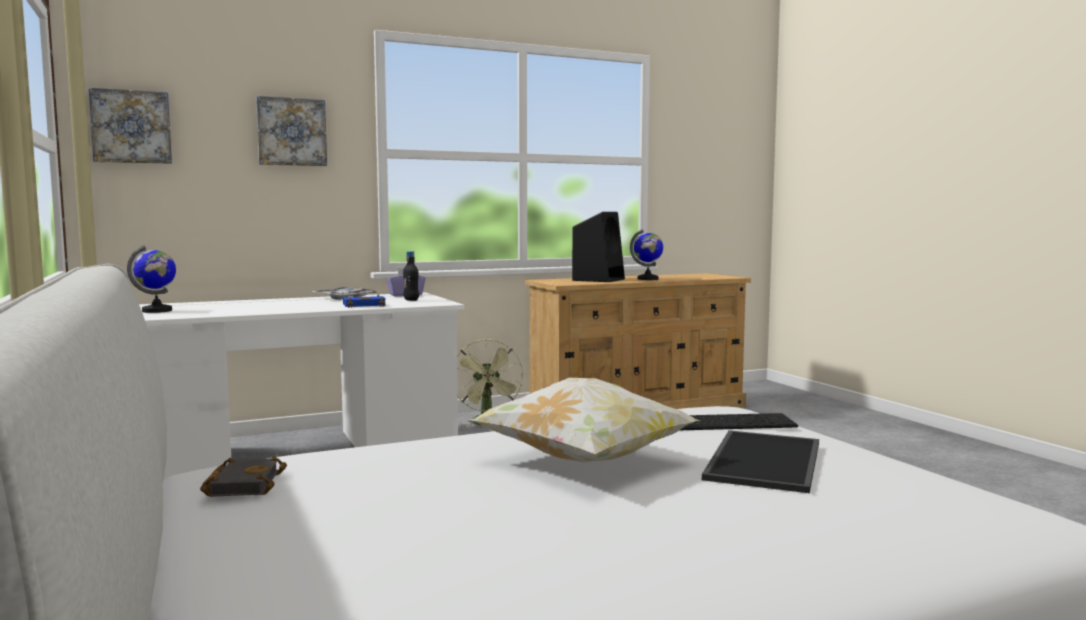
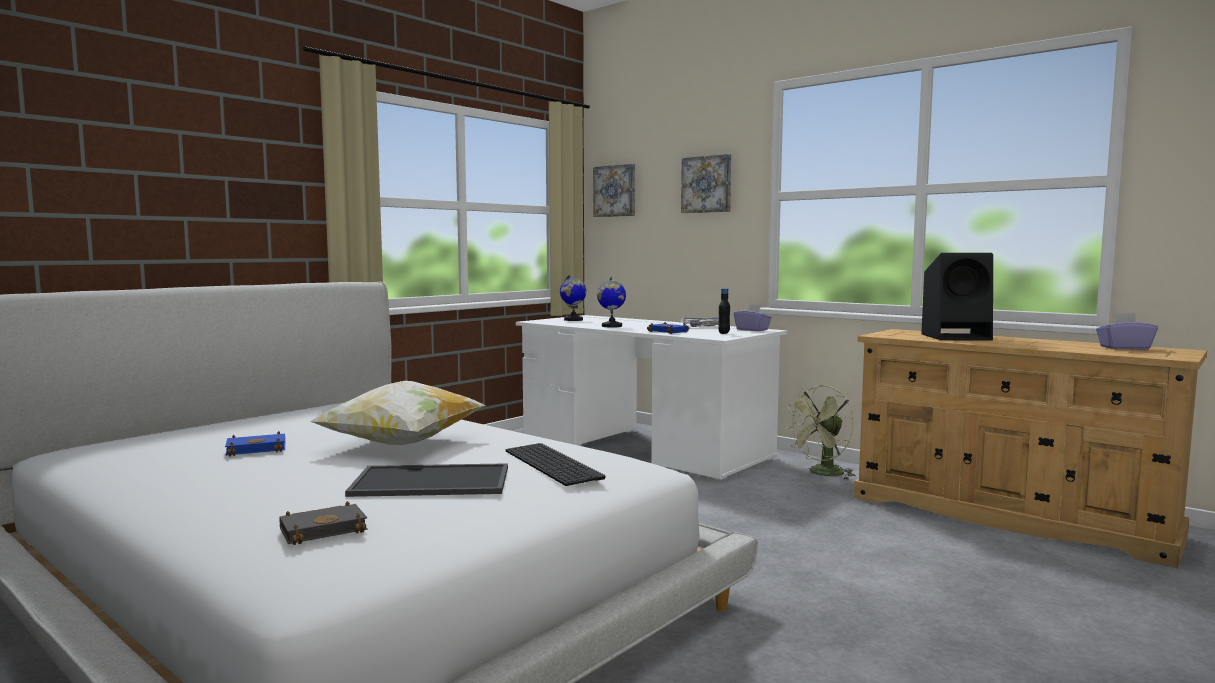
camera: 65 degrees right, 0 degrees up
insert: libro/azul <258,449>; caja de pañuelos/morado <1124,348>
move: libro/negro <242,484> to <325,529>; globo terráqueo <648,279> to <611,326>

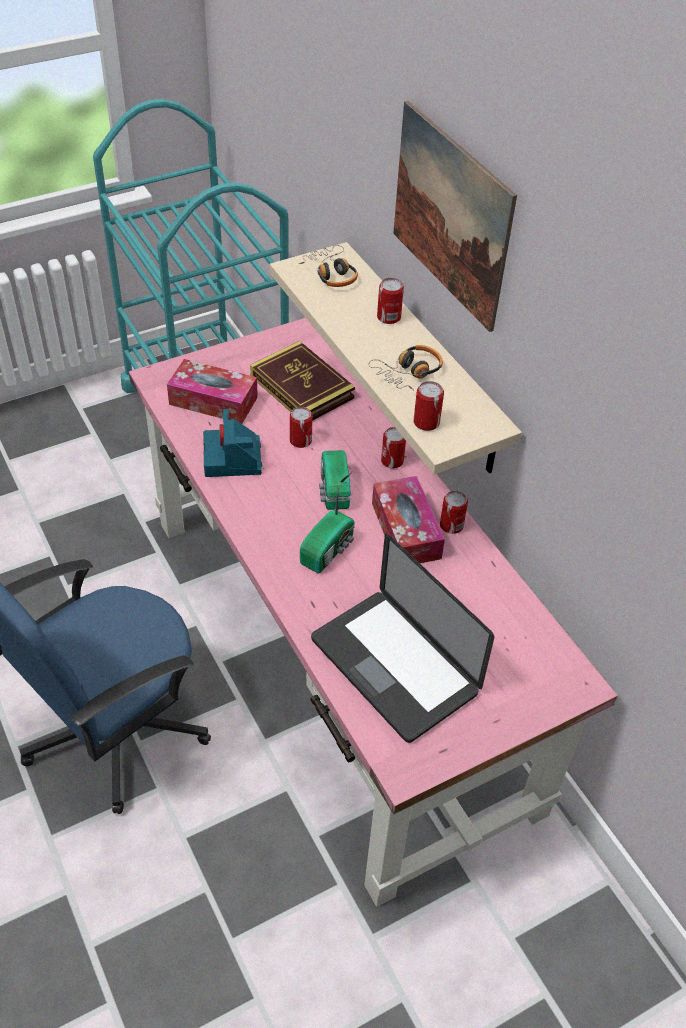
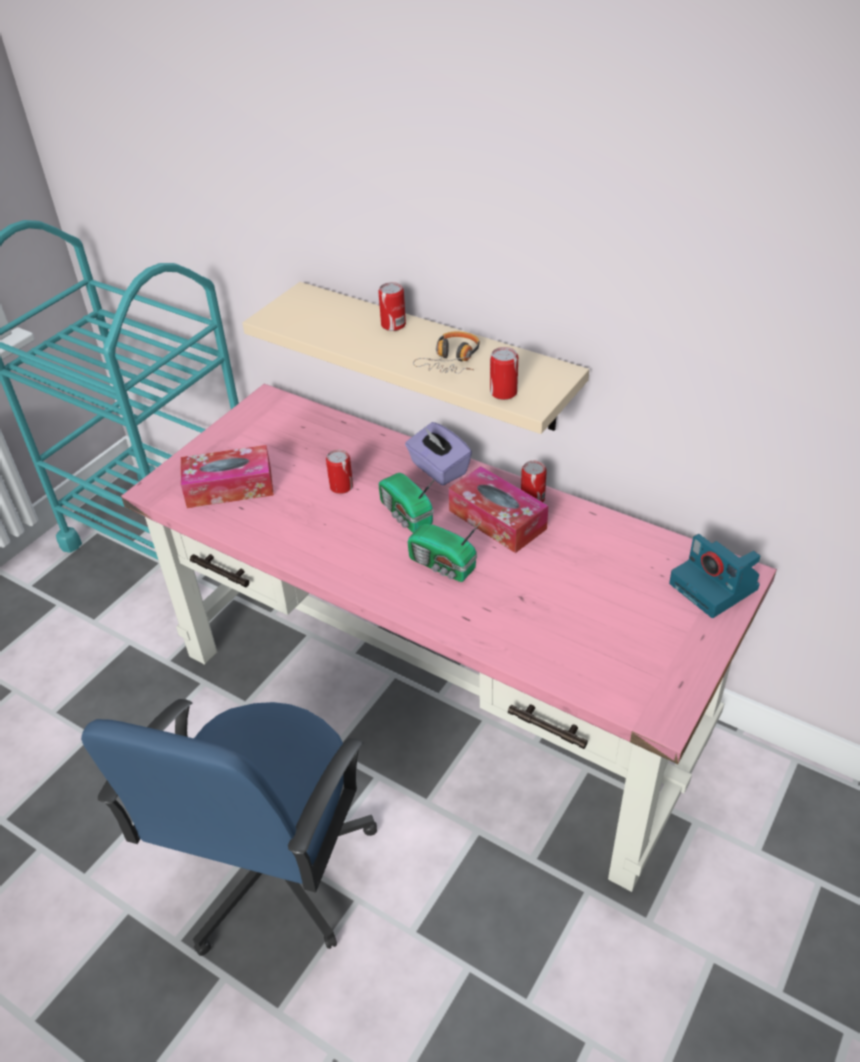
camera: 25 degrees left, 5 degrees down
delete: libro <302,387>; auriculares <331,273>; portátil <394,666>; cuadro <450,215>
move: cámara <233,459> to <715,587>
replace: lata <392,461> to caja de pañuelos/morado <438,469>
rotate: radio <329,549> = <443,565> 120 degrees clockwise

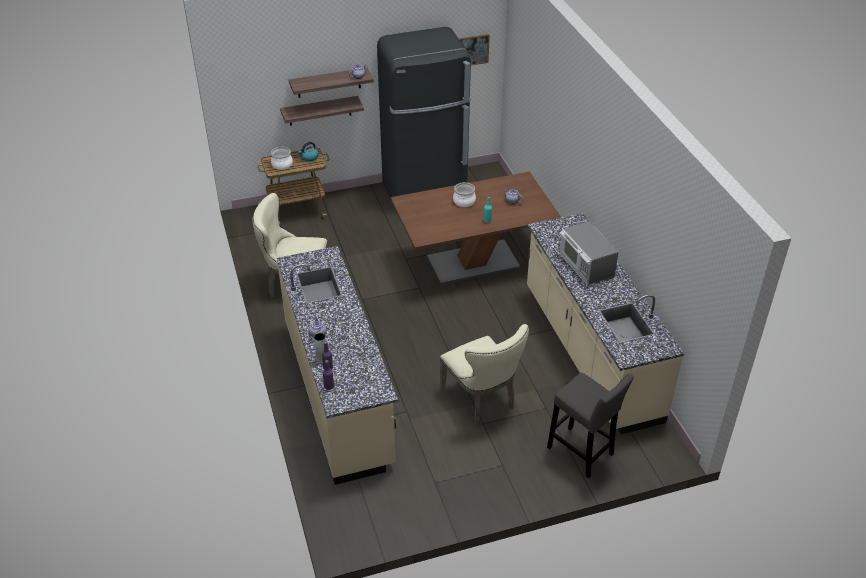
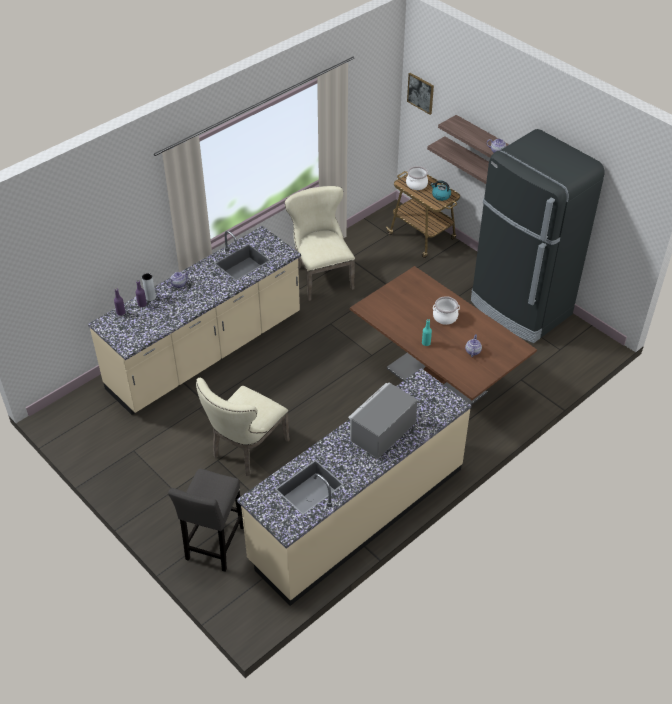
camera: 65 degrees right, 5 degrees up
move: cuadro <473,50> to <421,93>

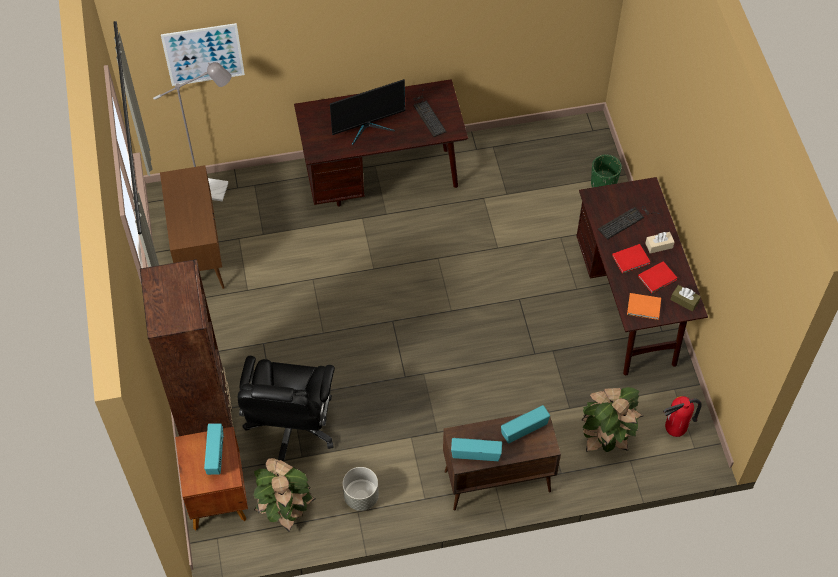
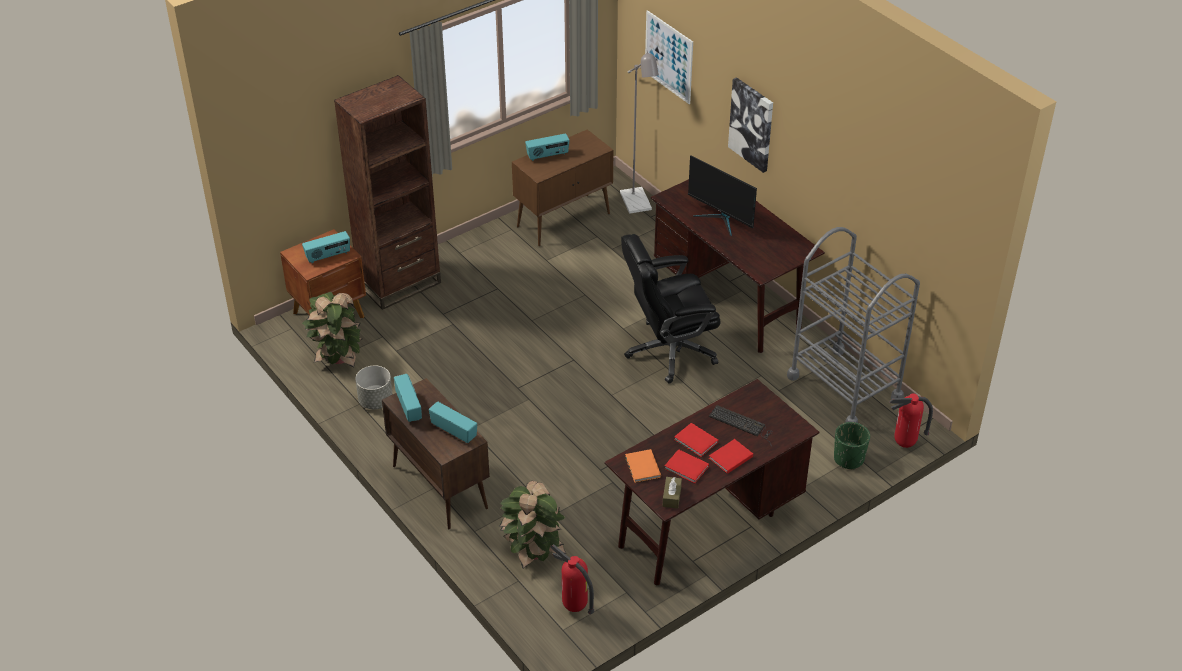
camera: 65 degrees right, 15 degrees down
delete: teclado <428,114>
insert: radio <547,155>; cuadro <752,124>; carrito/gris <844,387>; extintor <904,444>
move: silla de oficina/negro <291,428> to <669,351>
replace: caja de pañuelos/beis <659,245> to libro/rojo <729,457>

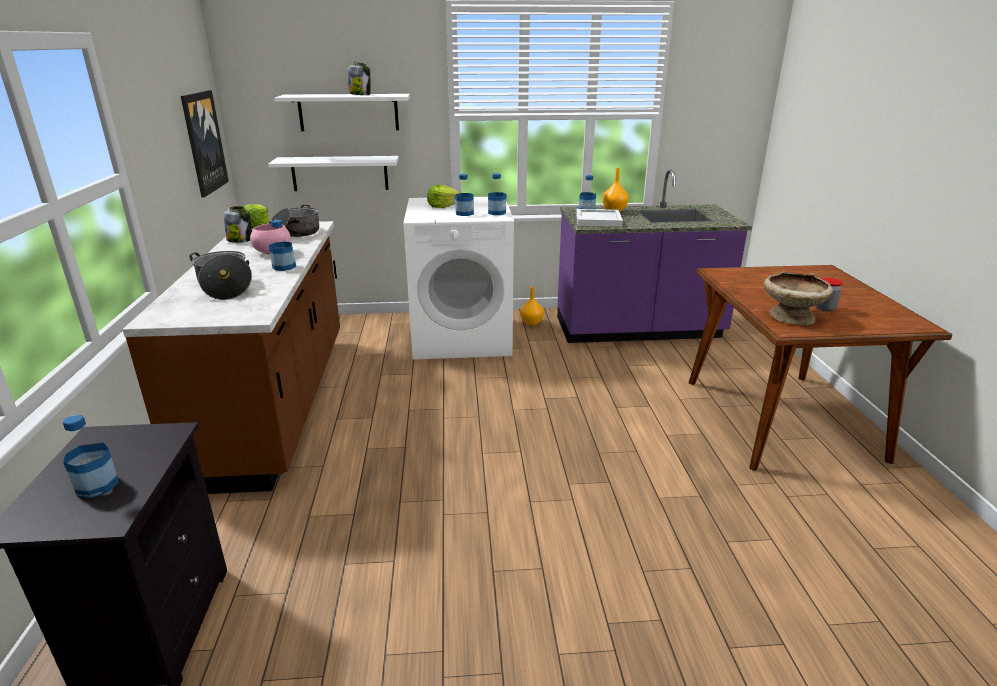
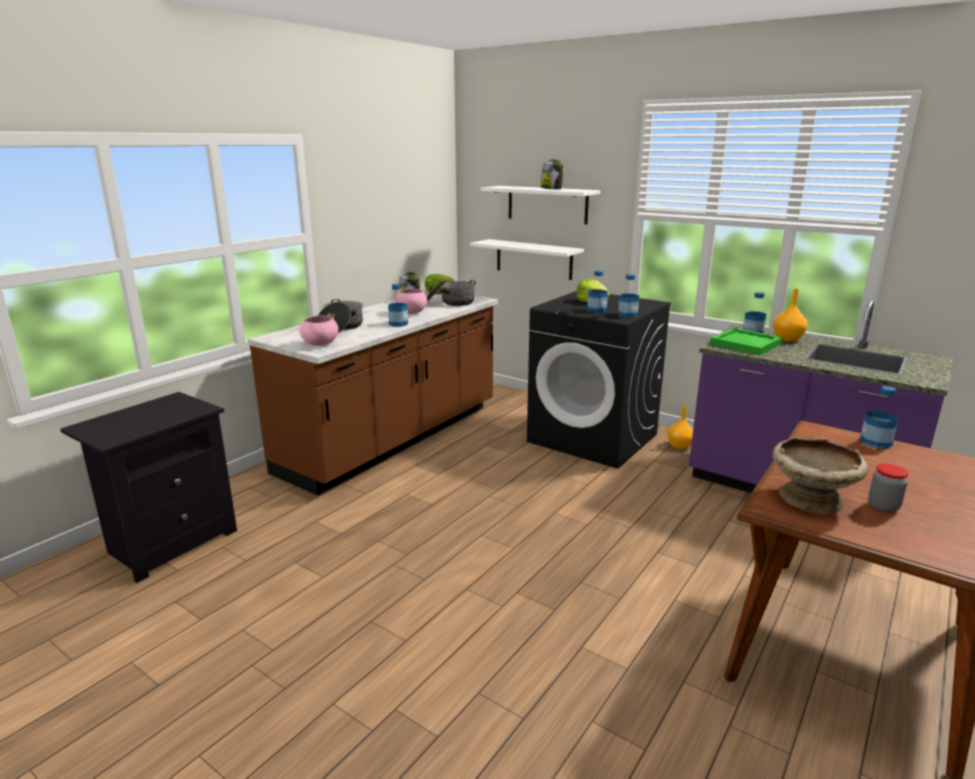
camera: 40 degrees right, 5 degrees down
delete: cuadro <203,142>
insert: cuenco/rosa <320,344>
move: botella <97,485> to <875,442>
recolor: lavadora/blanco <462,337> to lavadora/negro <593,438>; bandeja/blanco <599,220> to bandeja/verde <746,344>

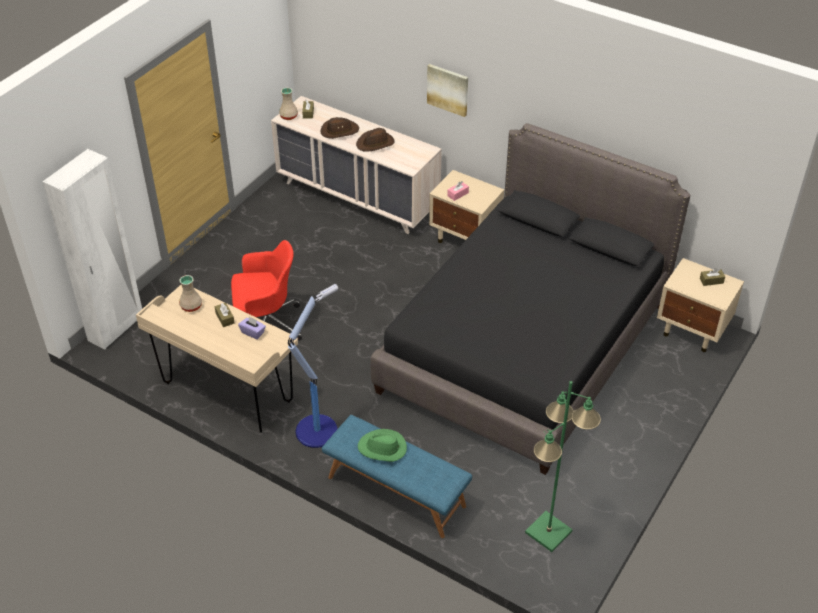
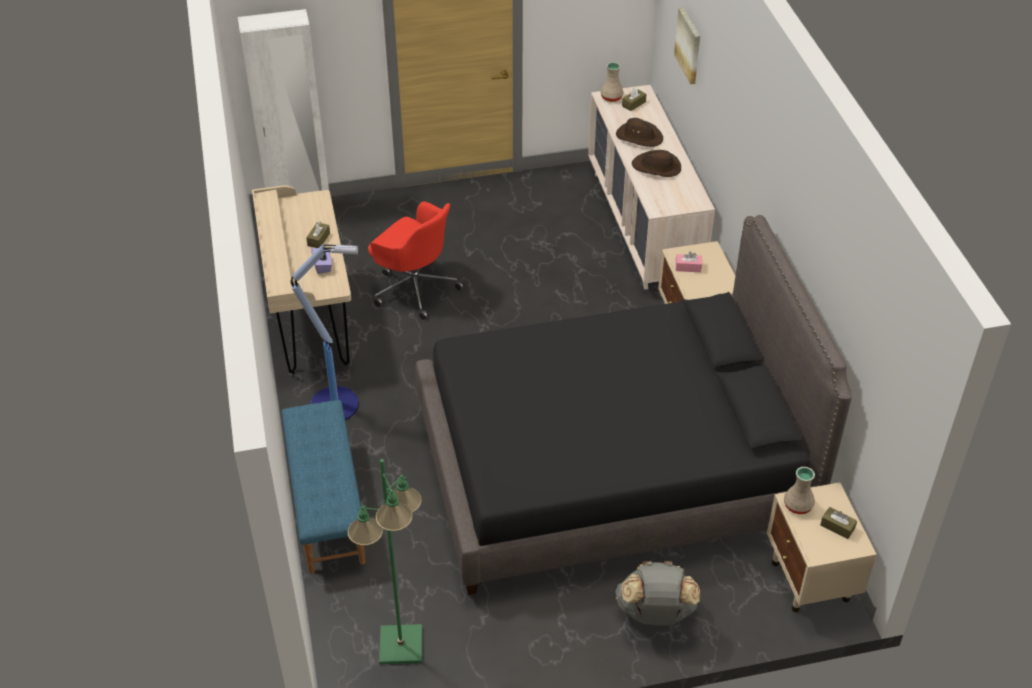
camera: 45 degrees right, 0 degrees up
delete: sombrero/verde <382,448>
insert: mochila/gris <655,613>
move: cuadro <448,89> to <689,45>; florero/beis <190,306> to <797,505>

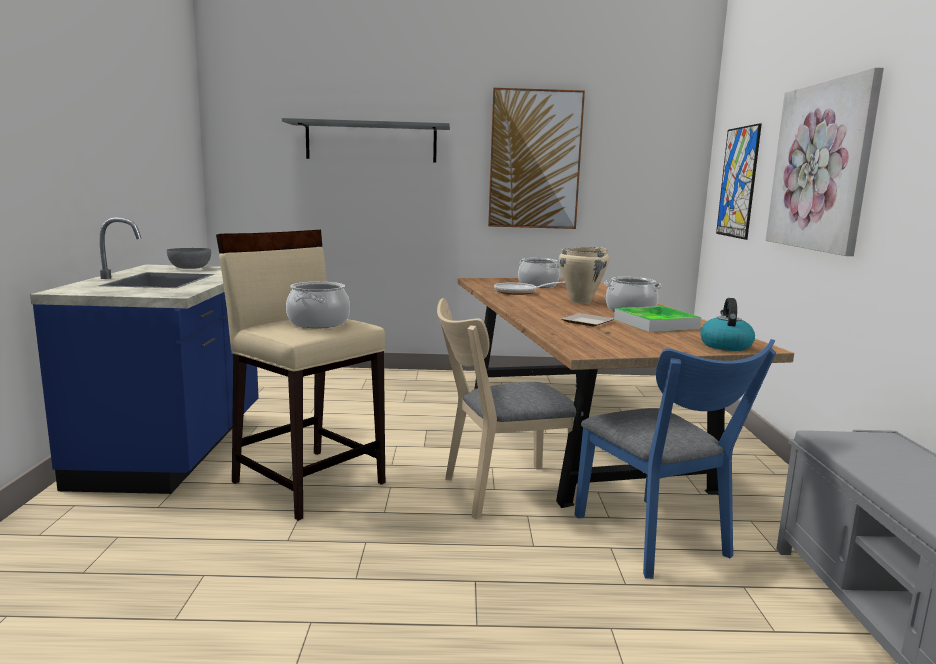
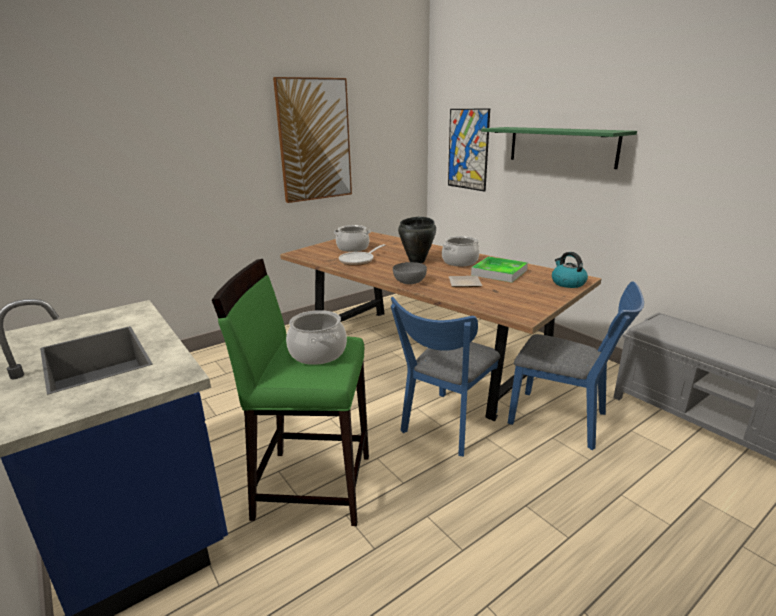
camera: 35 degrees left, 10 degrees up
delete: estante/gris <371,142>
move: cuenco/gris <189,268> to <409,282>
replace: cuadro <820,167> to estante/verde <561,146>
recolor: taburete/beis <308,481> to taburete/verde <312,485>; silla/beis <499,491> to silla/azul <446,426>; olla/beis <581,302> to olla/negro <417,261>

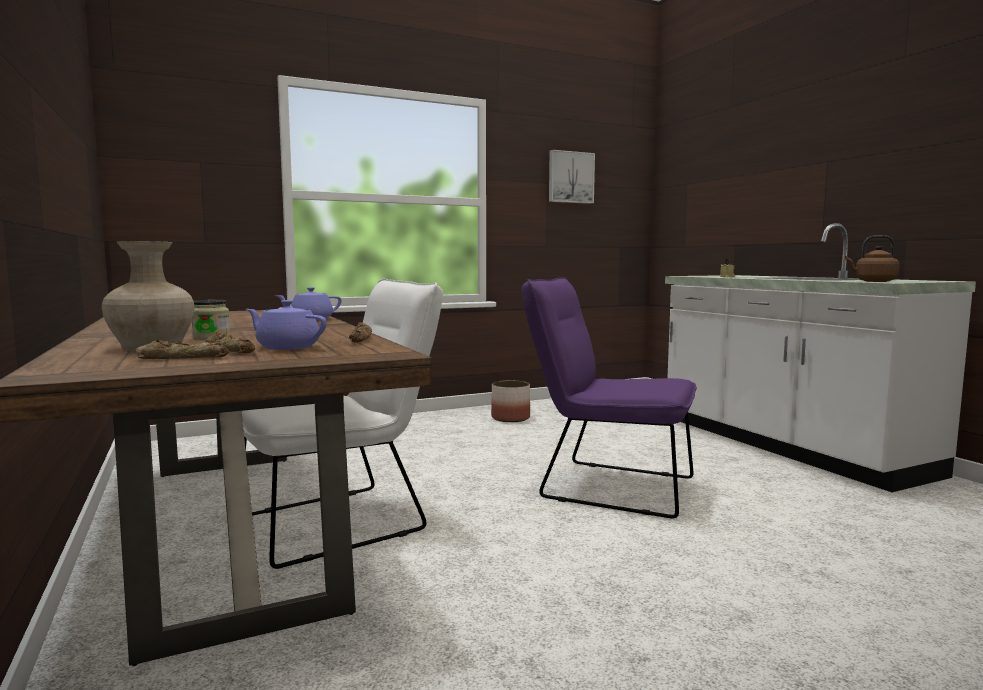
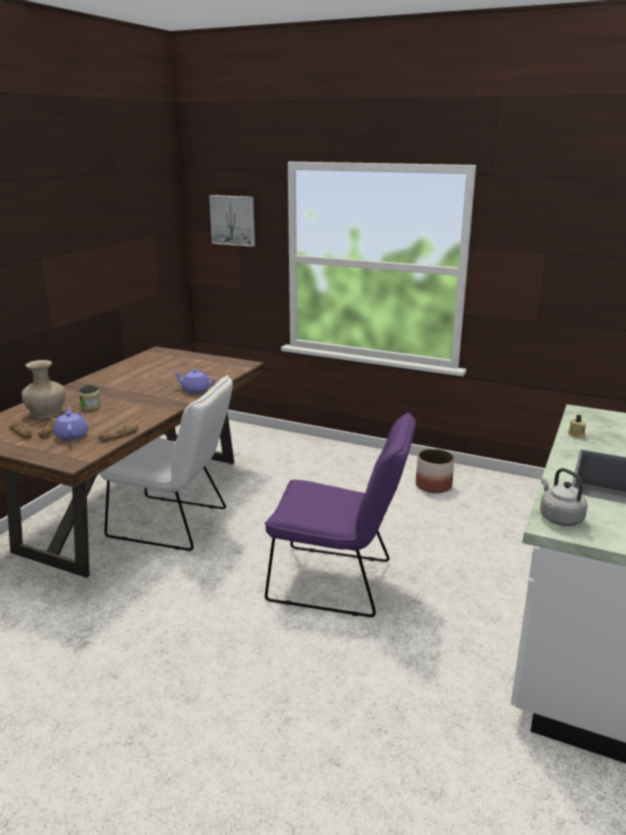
camera: 50 degrees right, 15 degrees up
move: cuadro <570,177> to <233,220>
recolor: hervidor/marrón <873,281> to hervidor/gris <559,518>
rotate: silla/morado <606,486> = <339,582> 120 degrees clockwise

